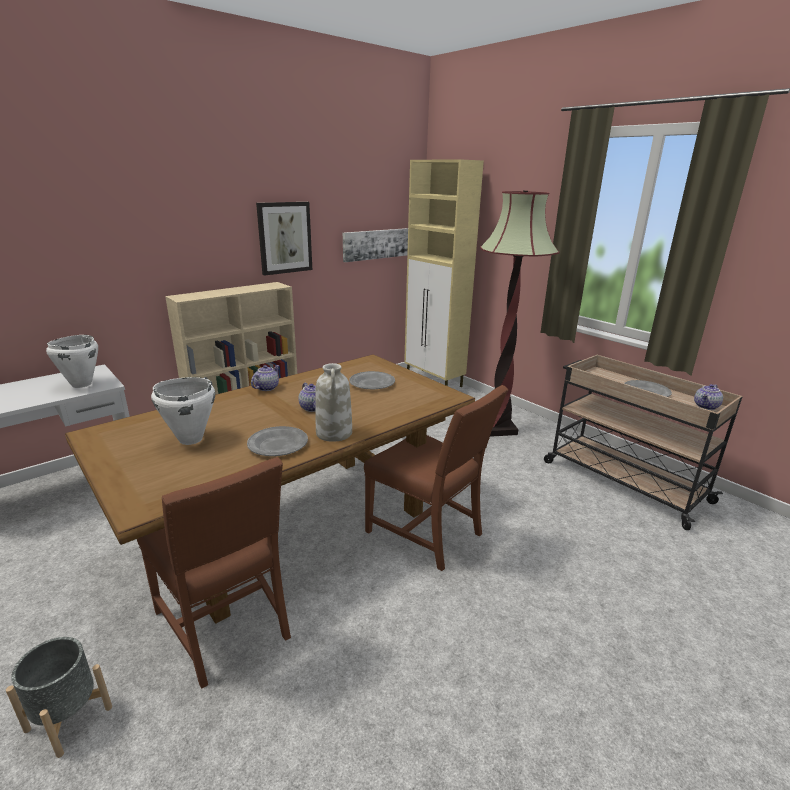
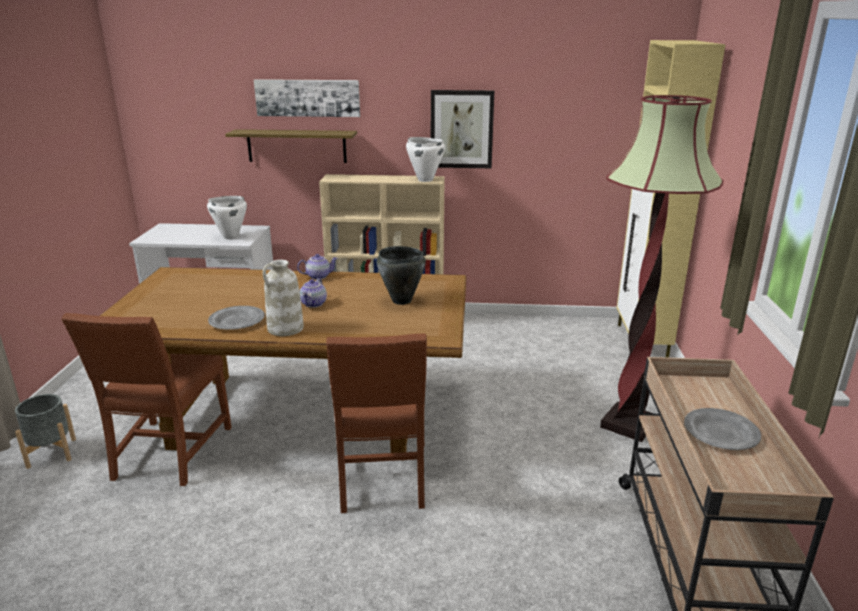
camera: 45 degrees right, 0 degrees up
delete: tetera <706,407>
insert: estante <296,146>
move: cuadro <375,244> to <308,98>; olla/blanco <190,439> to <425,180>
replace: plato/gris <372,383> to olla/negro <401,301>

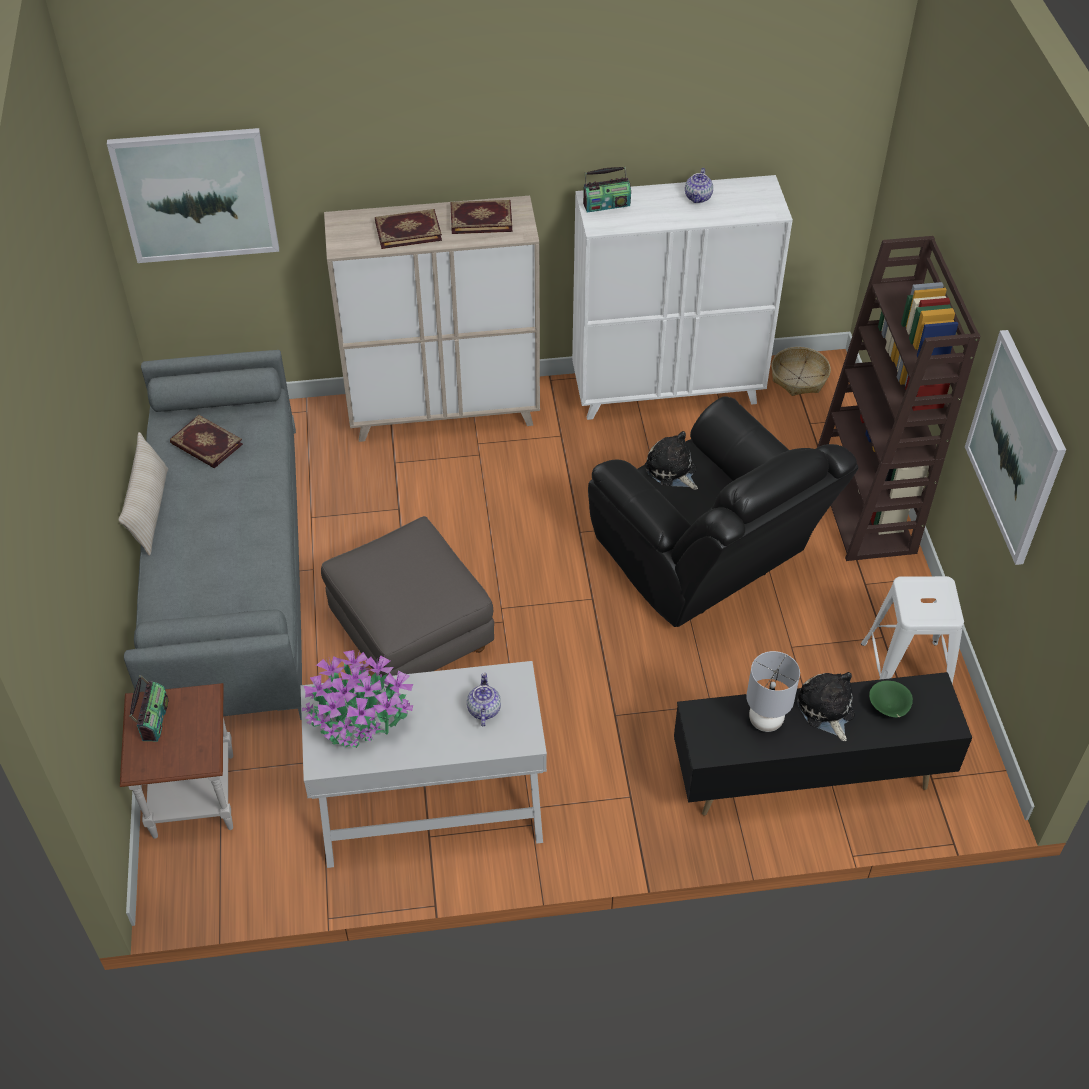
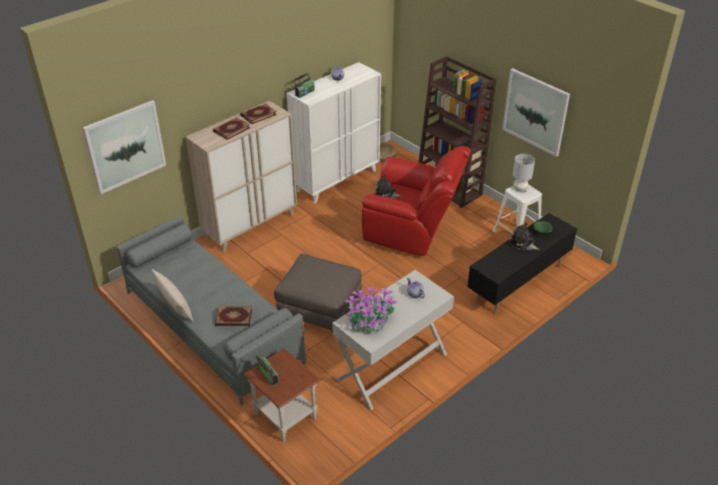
camera: 35 degrees left, 10 degrees down
move: libro <206,444> to <234,318>; lámpara de mesa/gris <765,721> to <520,189>
recolor: sillón/negro <707,565> to sillón/rojo <412,232>

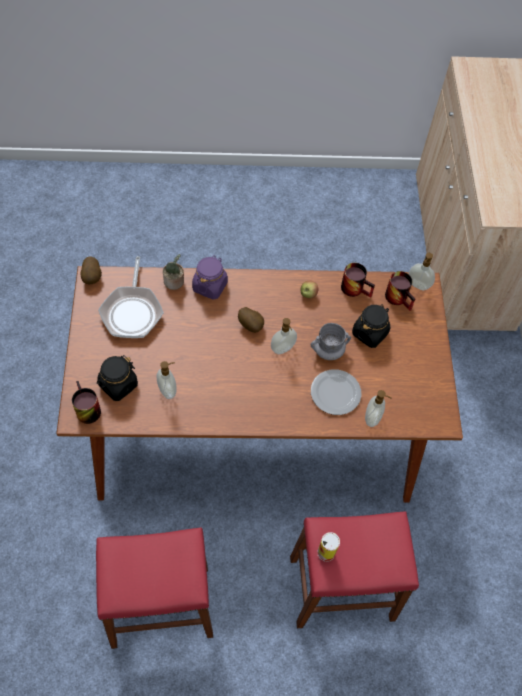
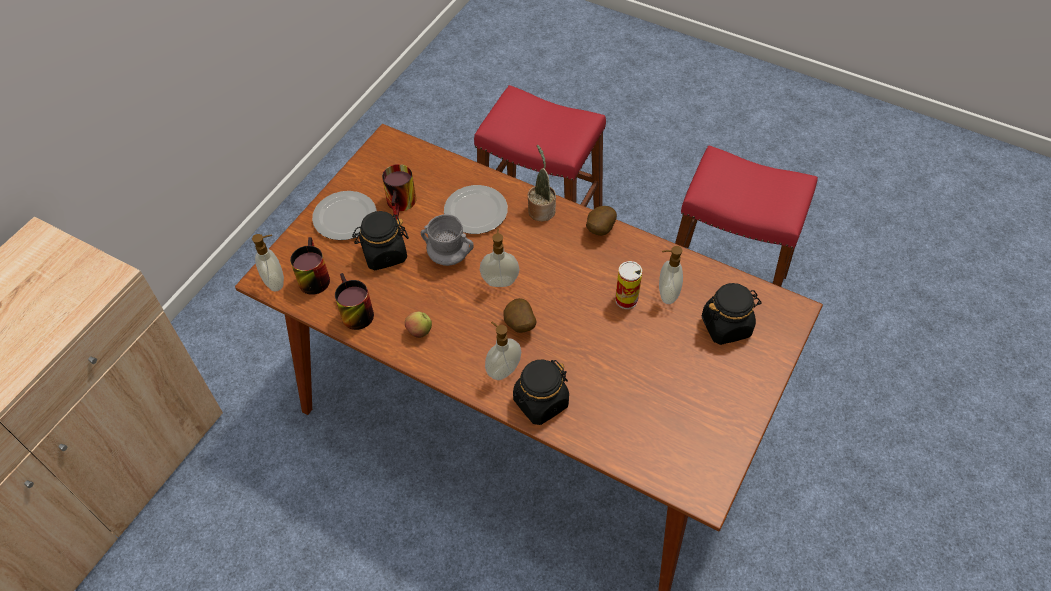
camera: 145 degrees left, 5 degrees down
delete: sartén <132,311>
insert: plato <345,216>
move: taza grande <84,409> to <403,204>; dispensador de jabón <373,418> to <503,370>; planta en maceta <174,282> to <541,209>; patata <92,277> to <599,230>; lata <326,552> to <626,299>
recolor: tarro/morado <210,286> to tarro/negro <540,402>

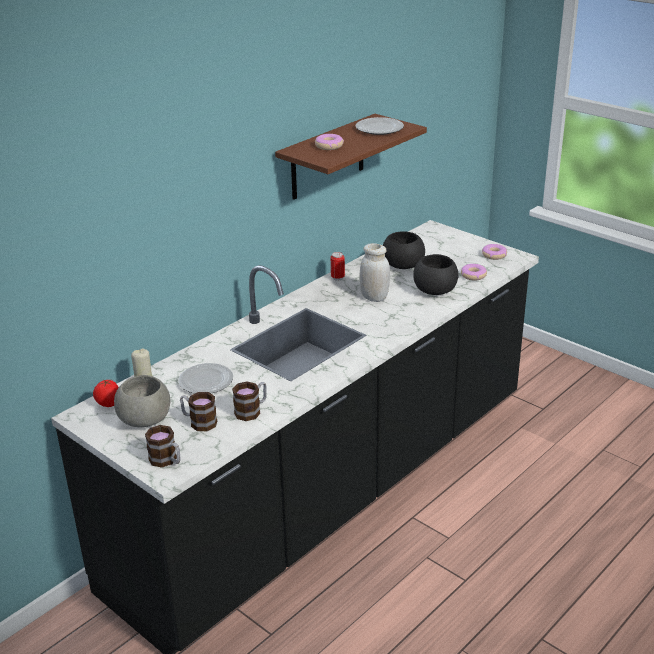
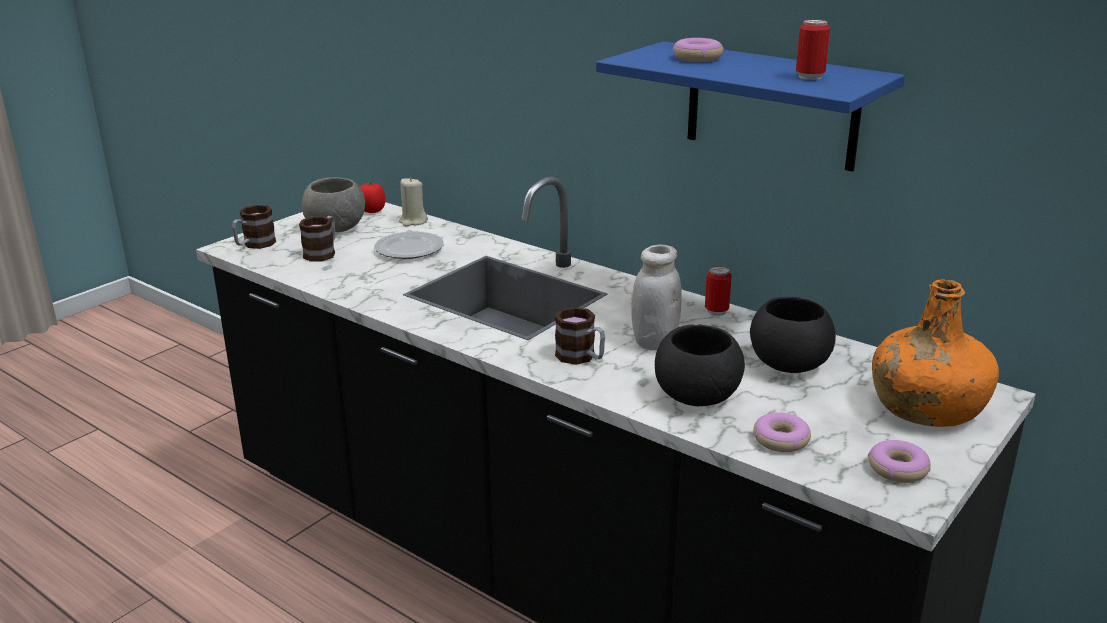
camera: 85 degrees right, 5 degrees down
insert: botella/naranja <926,407>
move: taza grande <252,410> to <581,358>
replace: plato <379,129> to lata <810,77>
recolor: estante/marrón <327,157> to estante/azul <771,106>

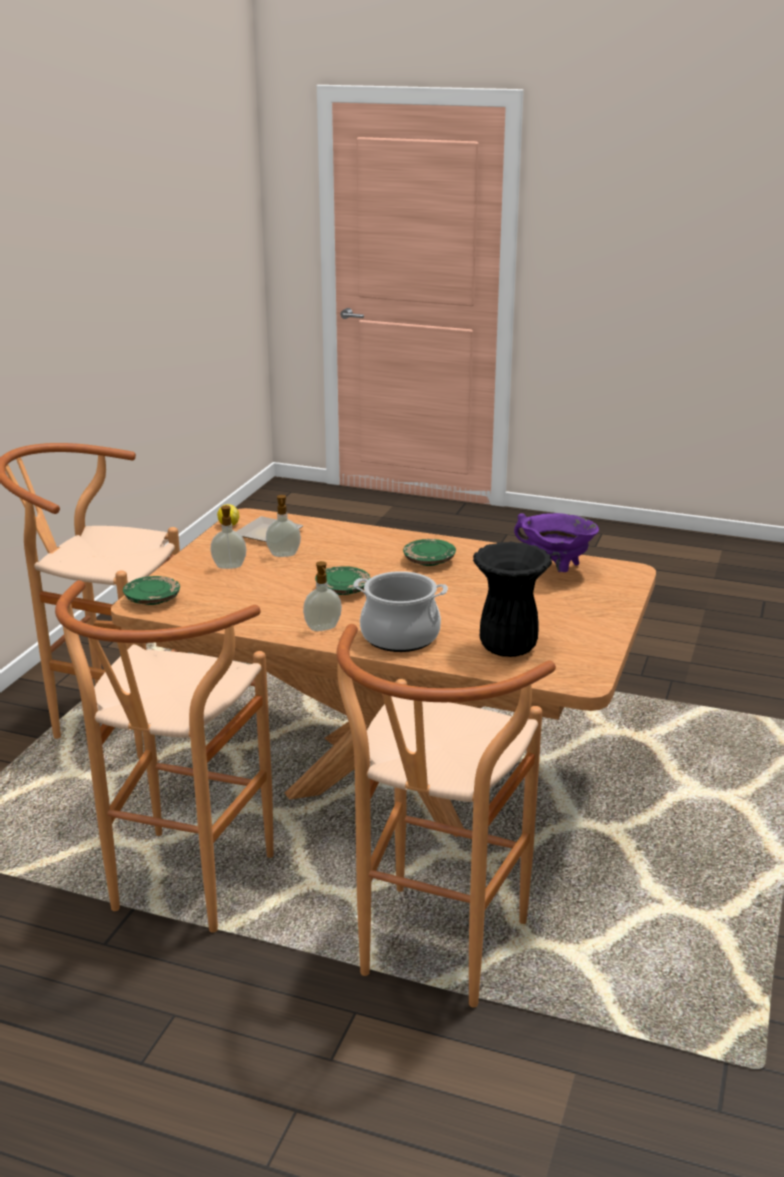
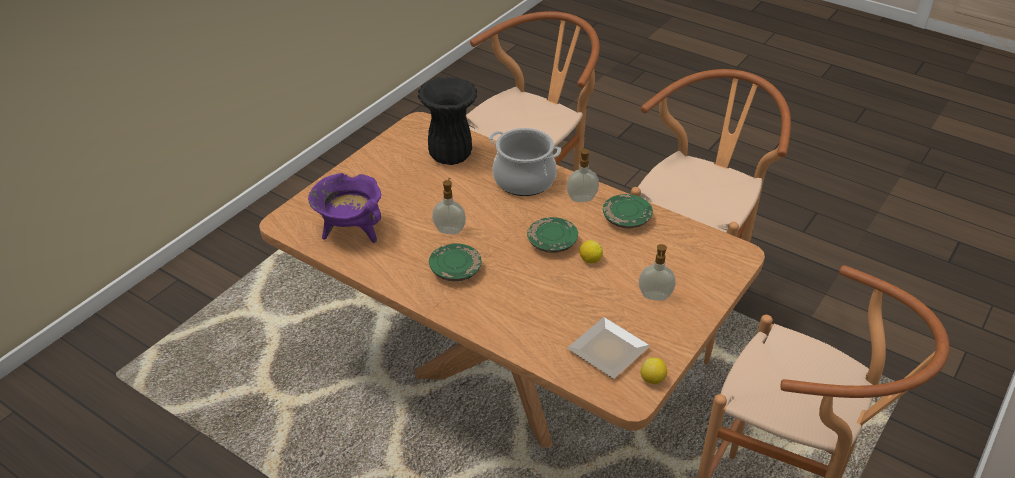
camera: 165 degrees left, 15 degrees up
insert: limón <590,260>
move: dispensador de jabón <284,555> to <449,230>; plato/verde <152,599> to <626,218>

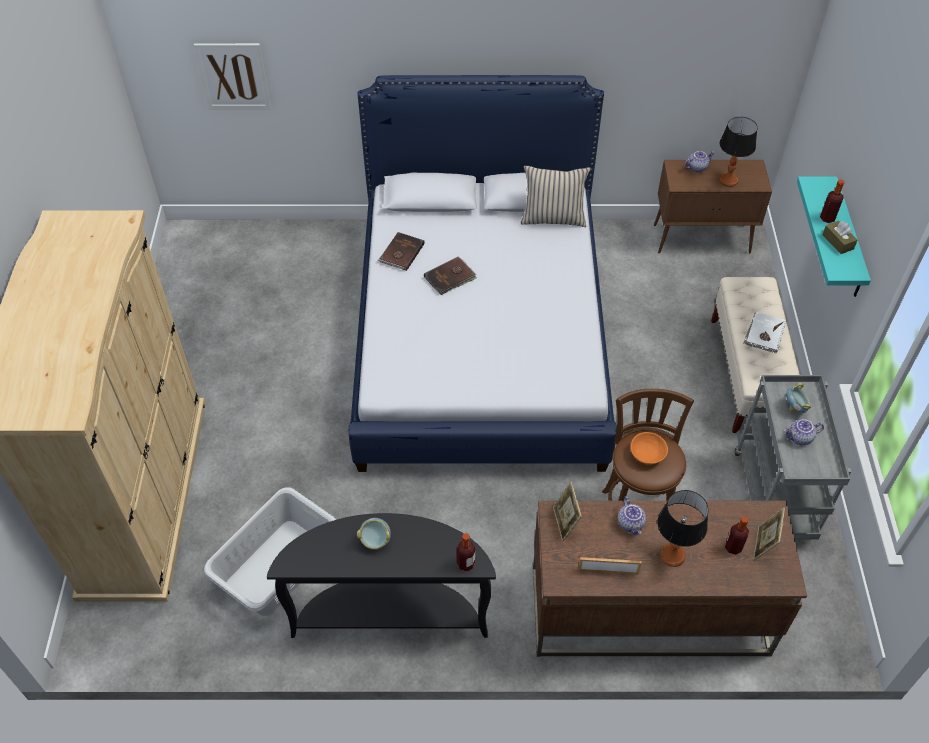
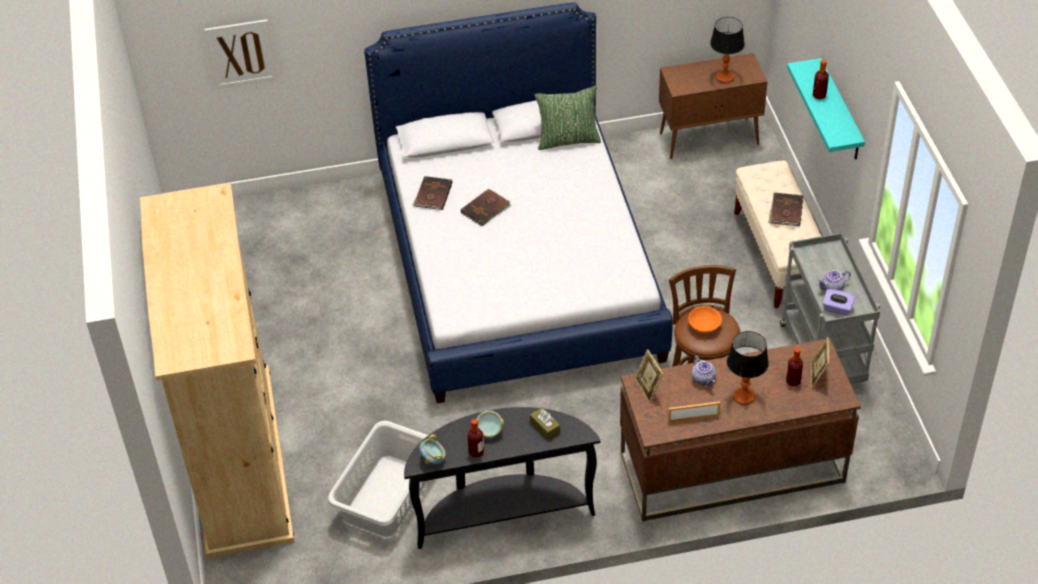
camera: 10 degrees left, 5 degrees down
delete: tetera <697,167>
insert: caja de pañuelos/morado <837,309>
move: cuenco <795,407> to <433,459>; botella <465,564> to <476,452>; caja de pañuelos/marrón <837,242> to <545,427>
recolor: cojín/beis <553,218> to cojín/verde <568,139>; libro/blanco <764,334> to libro/marrón <785,211>

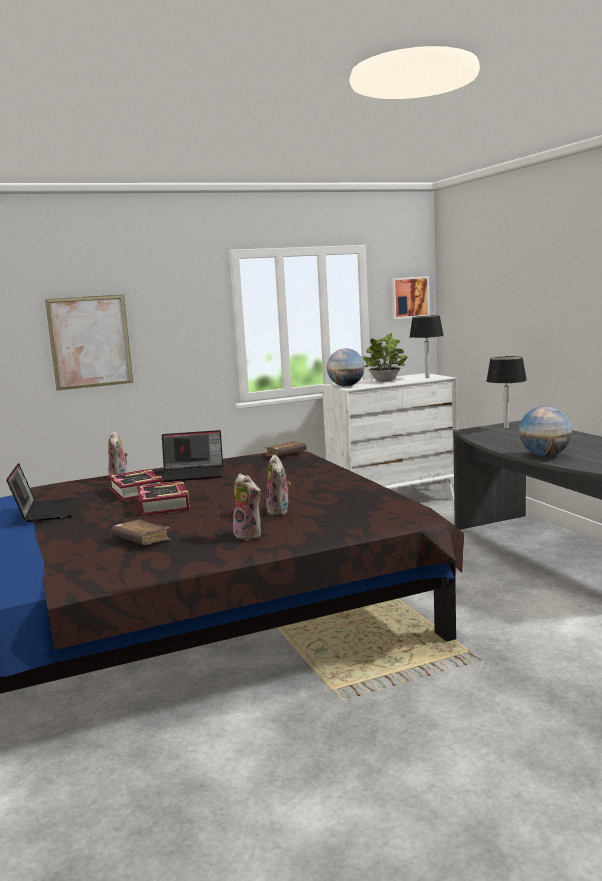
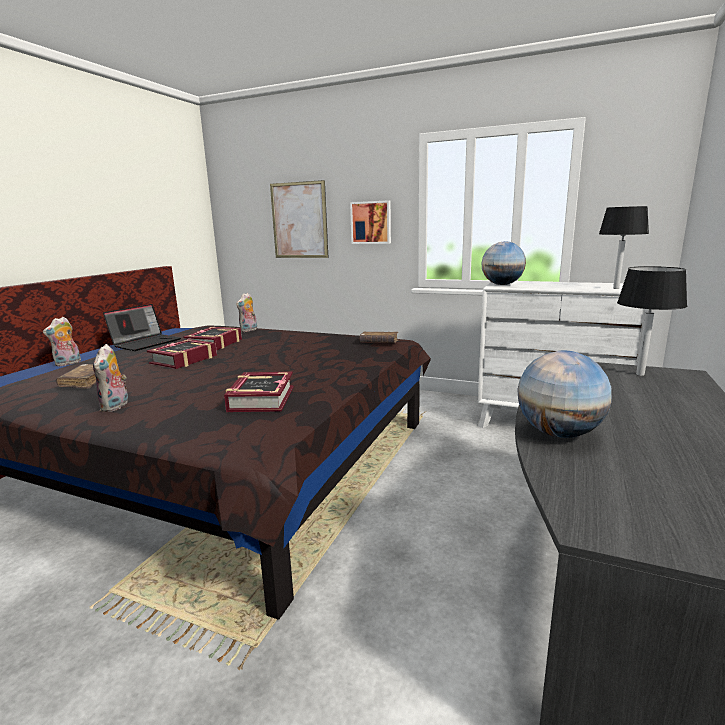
camera: 45 degrees right, 5 degrees up
delete: portátil <194,474>; planta en maceta <385,381>
insert: libro <261,399>
move: peluche <280,511> to <68,363>; cuadro <409,297> to <371,222>

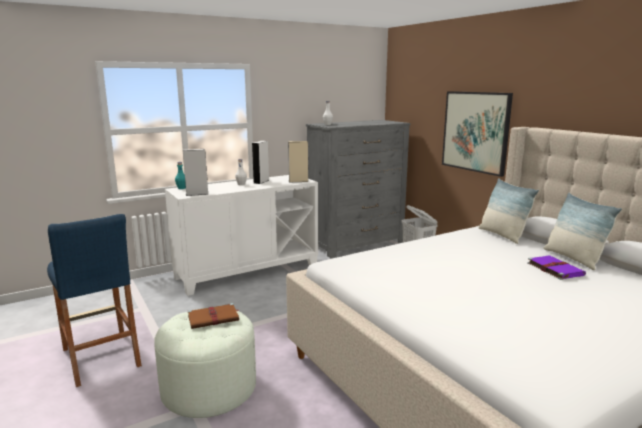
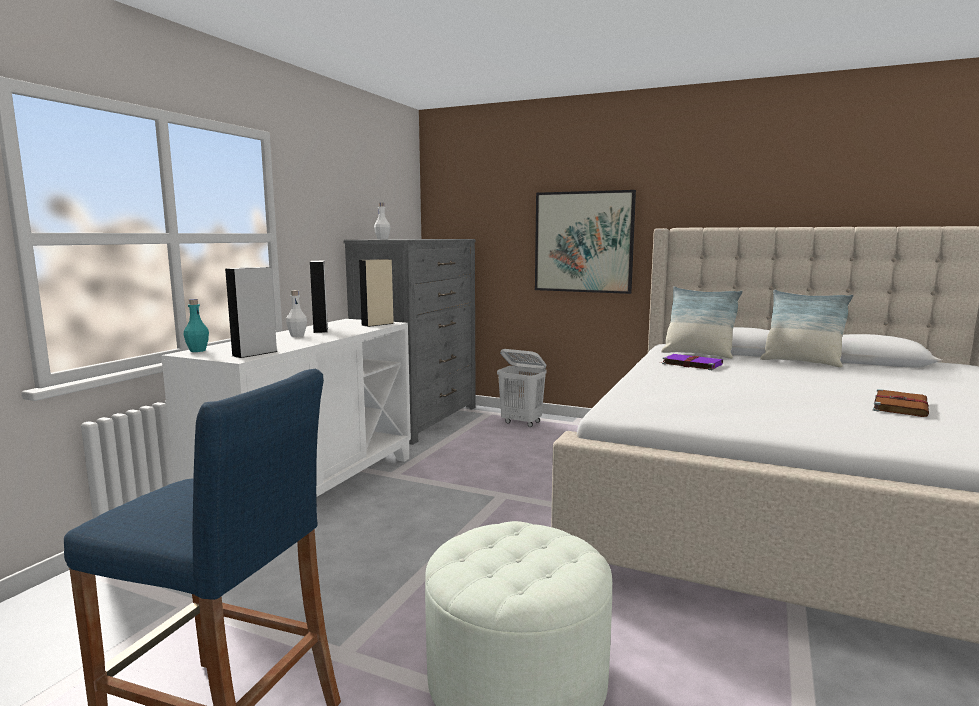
camera: 35 degrees left, 5 degrees down
move: libro/morado <554,269> to <691,364>; libro/marrón <214,318> to <900,406>

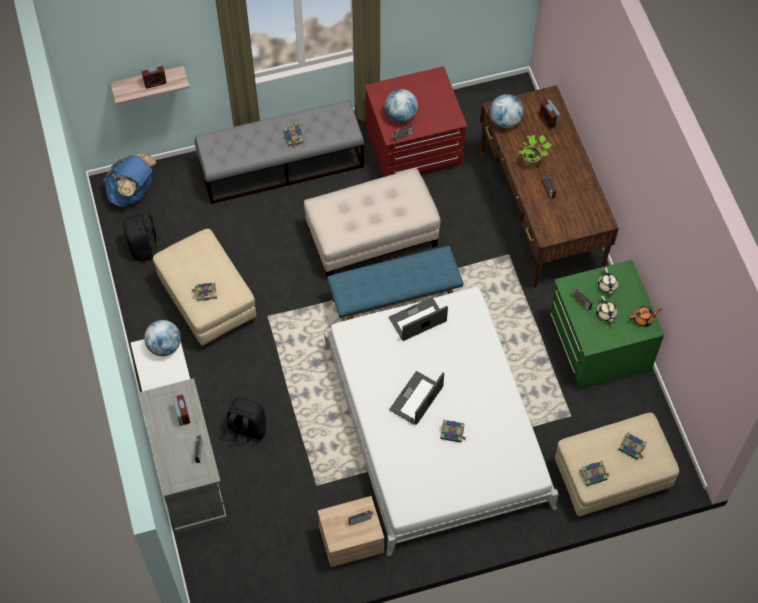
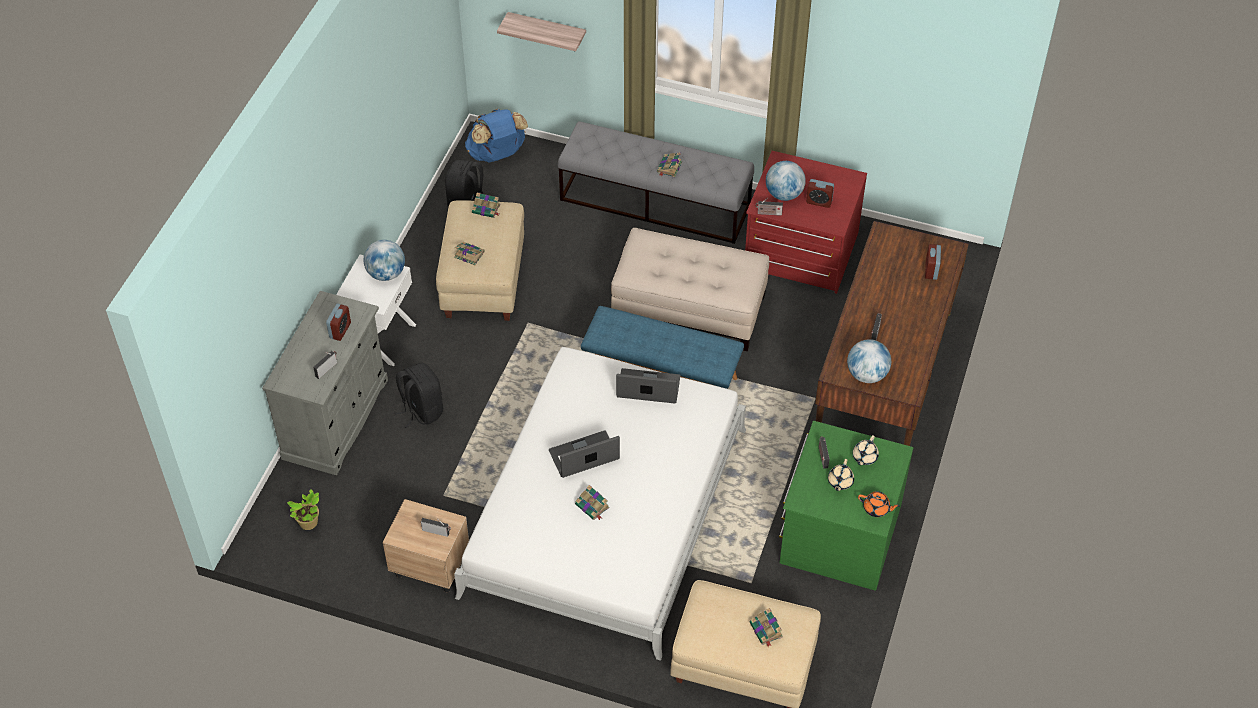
camera: 35 degrees right, 10 degrees down
move: planta en maceta <532,162> to <309,523>; libro <594,475> to <486,209>; despertador <155,82> to <819,202>; globo terráqueo <505,121> to <867,374>

